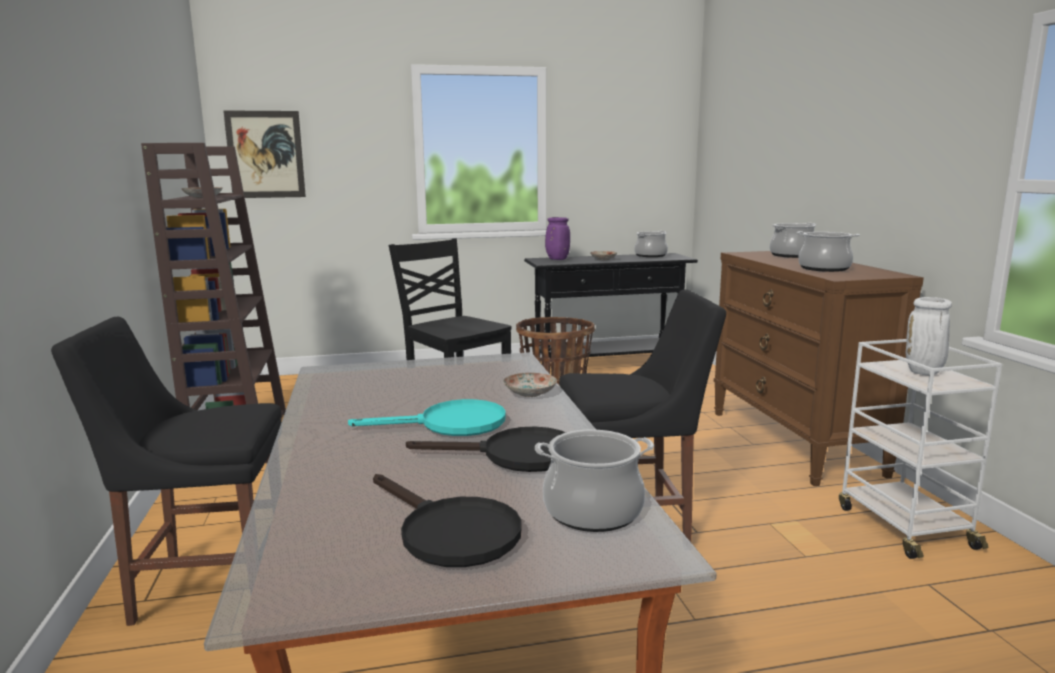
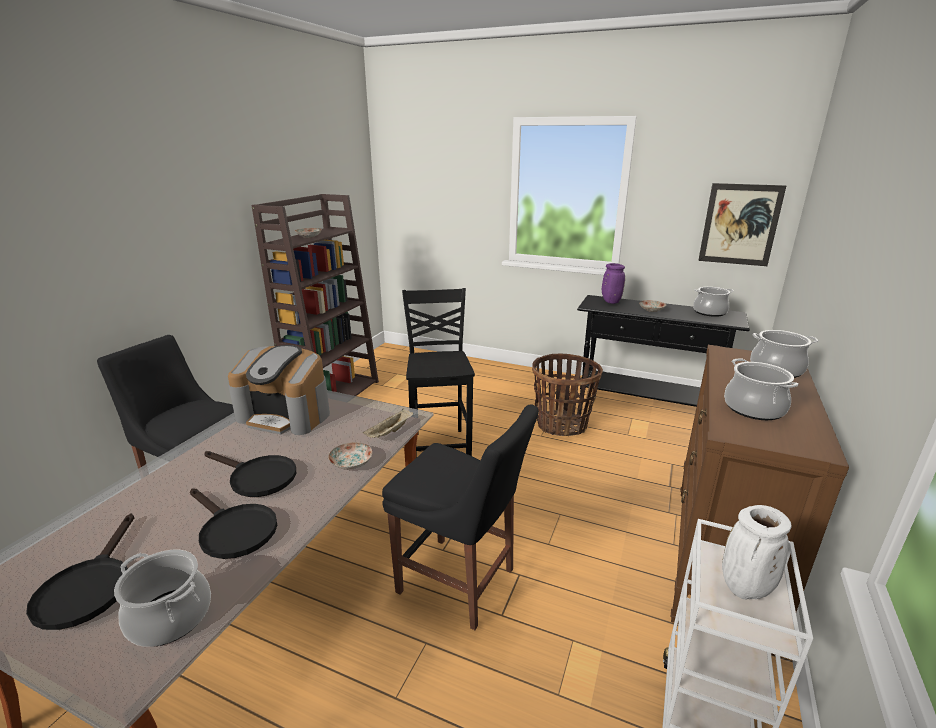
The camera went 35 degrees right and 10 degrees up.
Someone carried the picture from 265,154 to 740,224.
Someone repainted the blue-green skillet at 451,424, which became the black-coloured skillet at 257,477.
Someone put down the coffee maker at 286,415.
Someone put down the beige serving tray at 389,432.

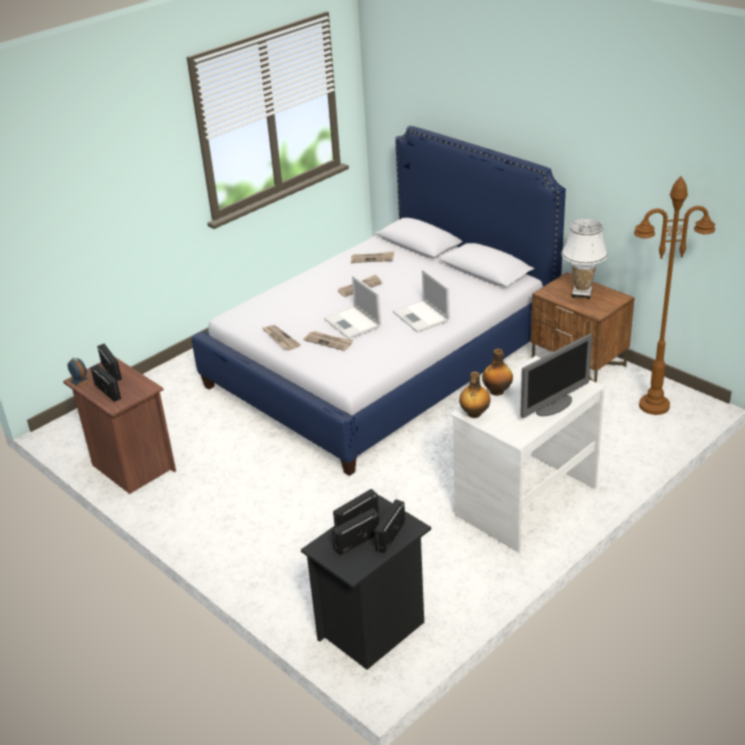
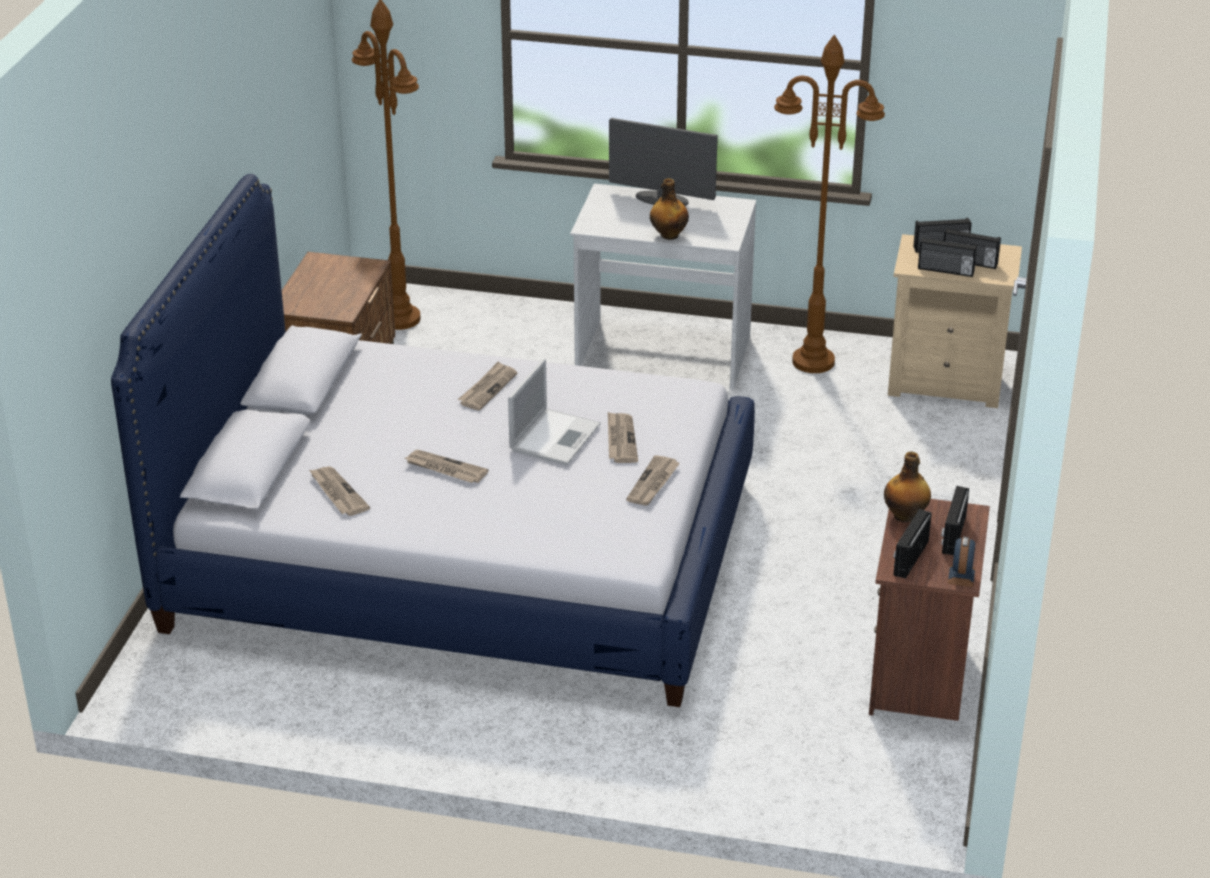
The camera went 125 degrees left and 0 degrees up.
Someone repainted the black-coloured nightstand at 373,630, which became the beige nightstand at 946,382.
Someone swapped the notebook computer at 422,317 for the daily paper at 487,388.
Someone carried the bottle from 474,414 to 905,516.
Someone took away the white-coloured lamp for a table at 582,293.
Someone put down the brown-coloured standard lamp at 812,362.

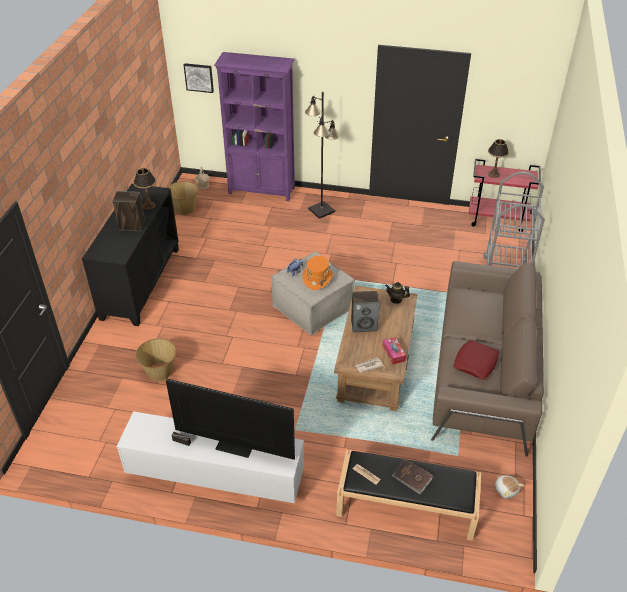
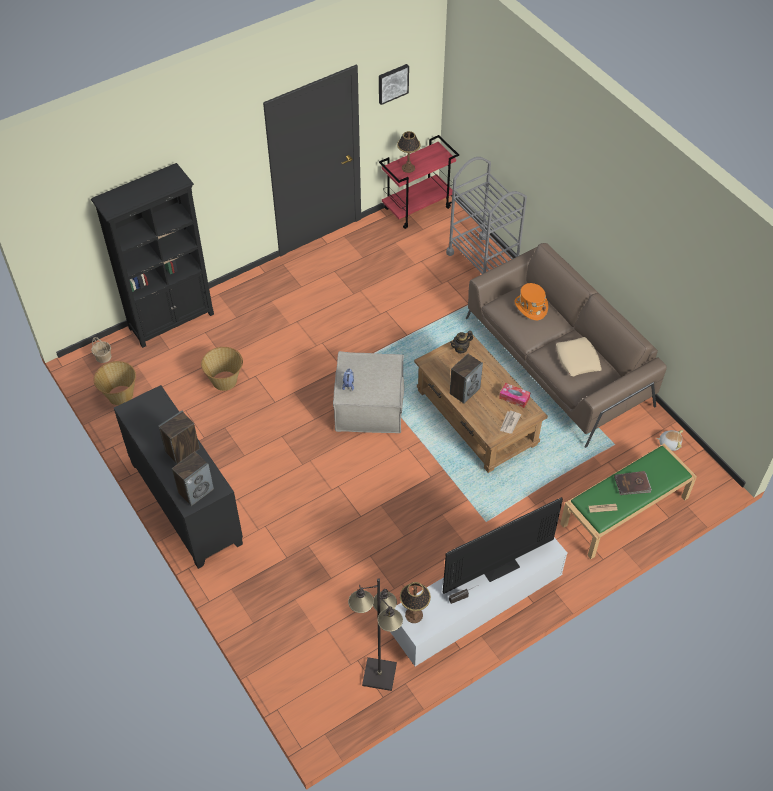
The camera went 45 degrees left and 10 degrees up.
Someone carried the lamp for a table from 149,205 to 414,615.
Someone carried the storage basket from 160,372 to 225,380.
Someone carried the picture from 199,77 to 392,83.
Someone repainted the purplish bookcase at 262,190, which became the black-coloured bookcase at 172,320.
Someone carried the orange-coloured hat from 317,279 to 530,307.
Someone carried the black-coloured standard lamp from 321,210 to 379,674.
Someone repainted the black-coloured bench at 405,506, which became the greenish bench at 624,511.
Someone repainted the red throw pillow at 475,363, which became the beige throw pillow at 577,360.
Someone put down the speaker at 196,491.

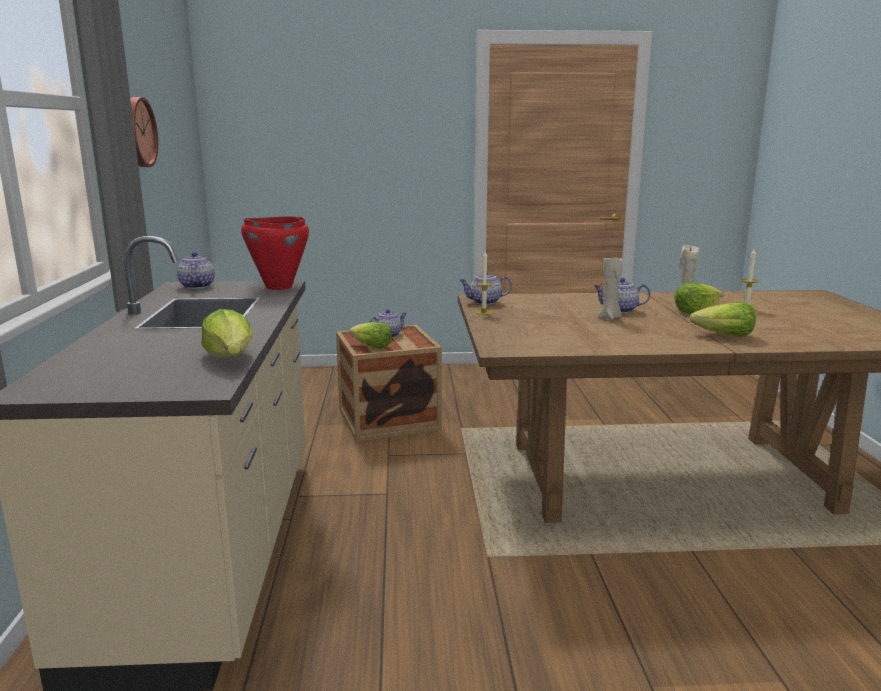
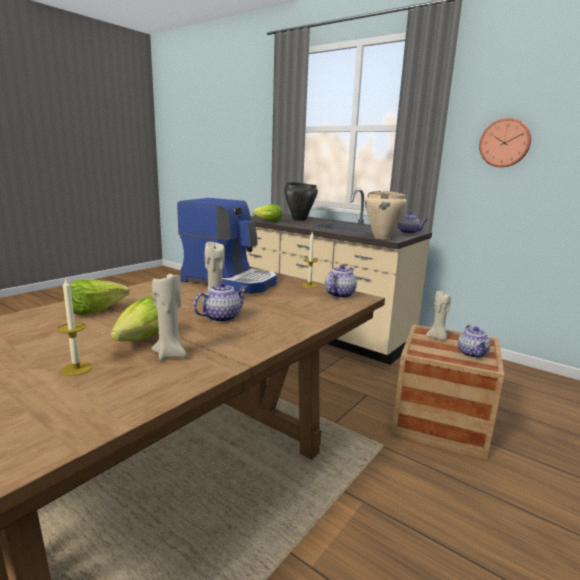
The camera went 130 degrees right and 0 degrees up.
Someone repainted the red cooking pot at 278,287, which became the beige cooking pot at 382,237.
Someone swapped the lettuce head at 371,346 for the beige wax candle at 437,338.
Someone put down the coffee maker at 230,281.
Someone put down the black-coloured cooking pot at 299,219.

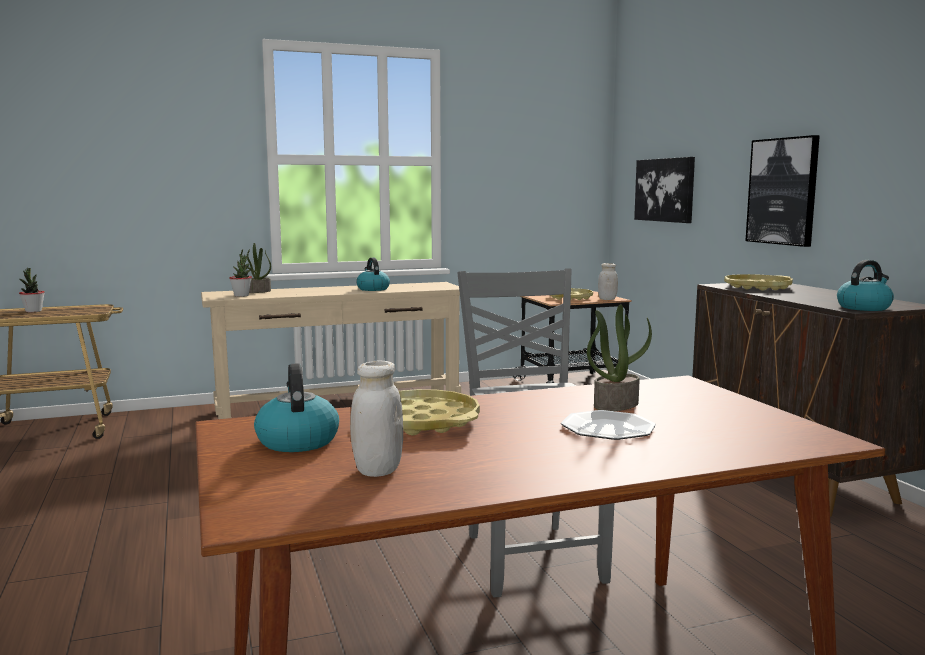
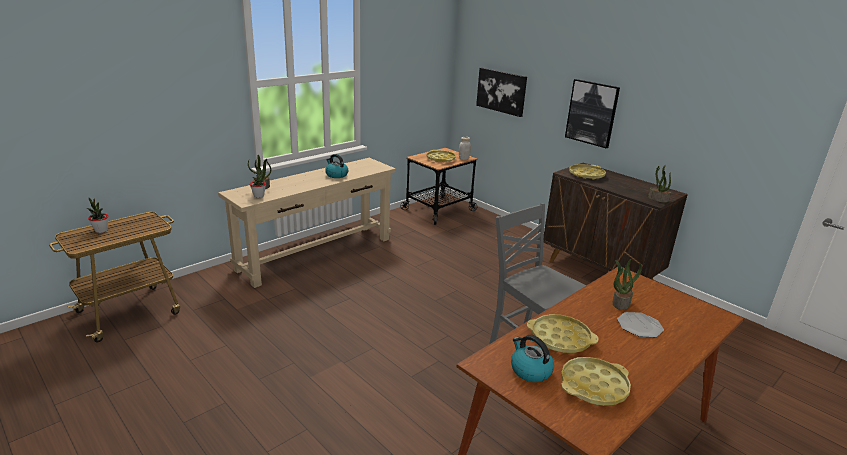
The camera went 25 degrees left and 15 degrees up.
Someone swapped the white-coloured storage jar at 377,470 for the yellowish serving tray at 594,386.
Someone swapped the water kettle at 864,307 for the houseplant at 657,199.

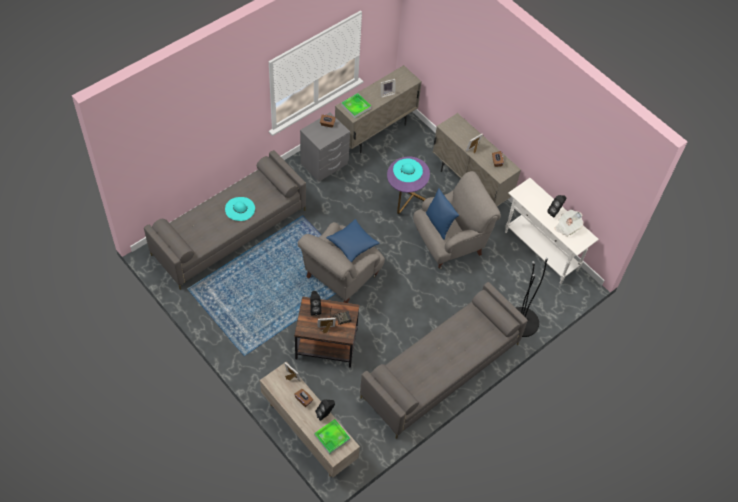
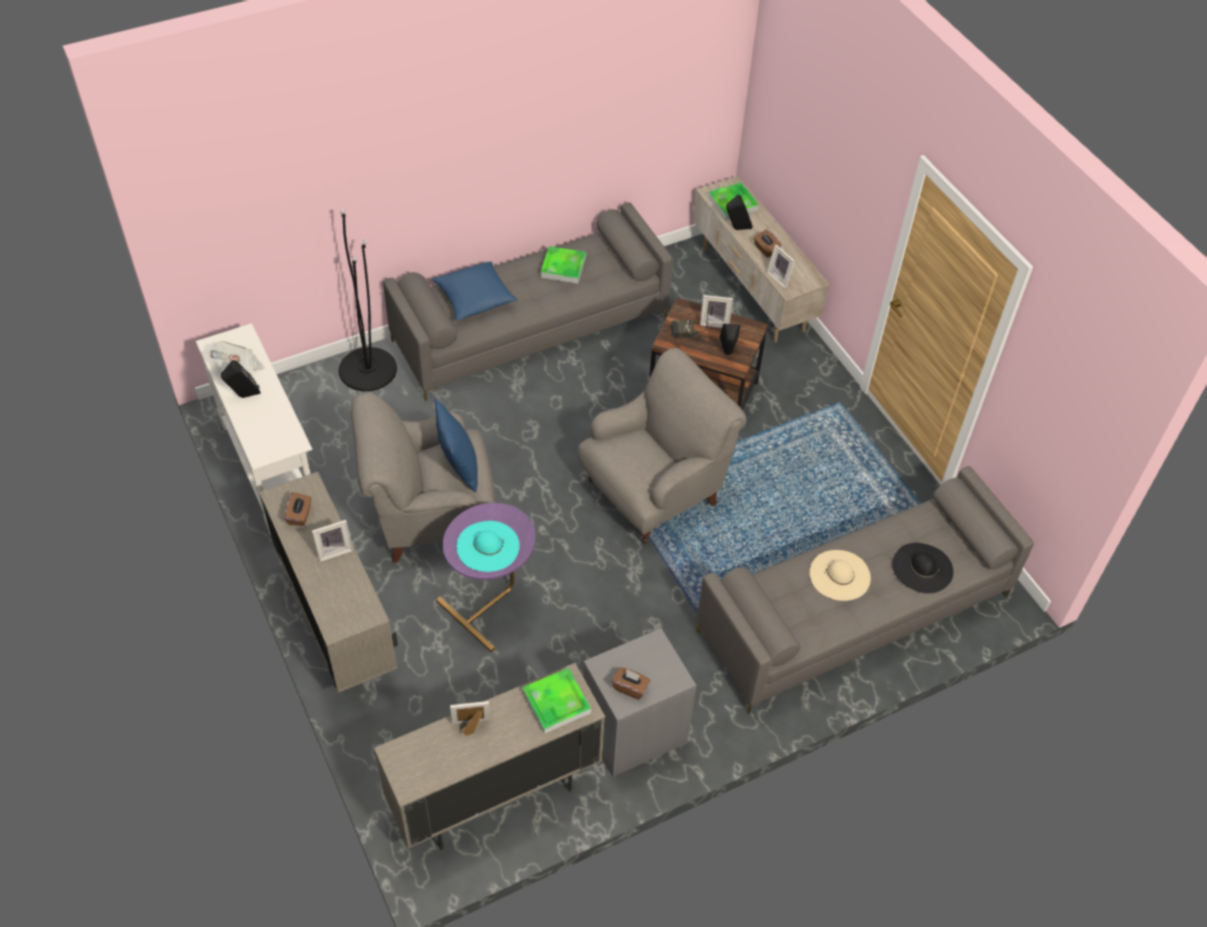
The camera went 165 degrees left and 5 degrees down.
Someone repainted the blue-green hat at 240,209, which became the beige hat at 840,575.
Someone carried the bluish throw pillow from 352,244 to 474,299.
Someone put down the serving tray at 563,267.
Someone put down the black-coloured hat at 922,568.

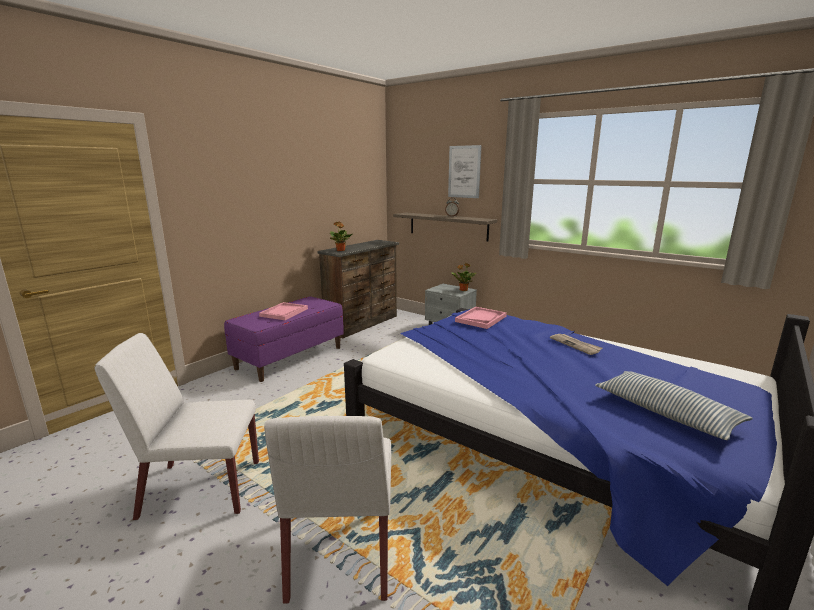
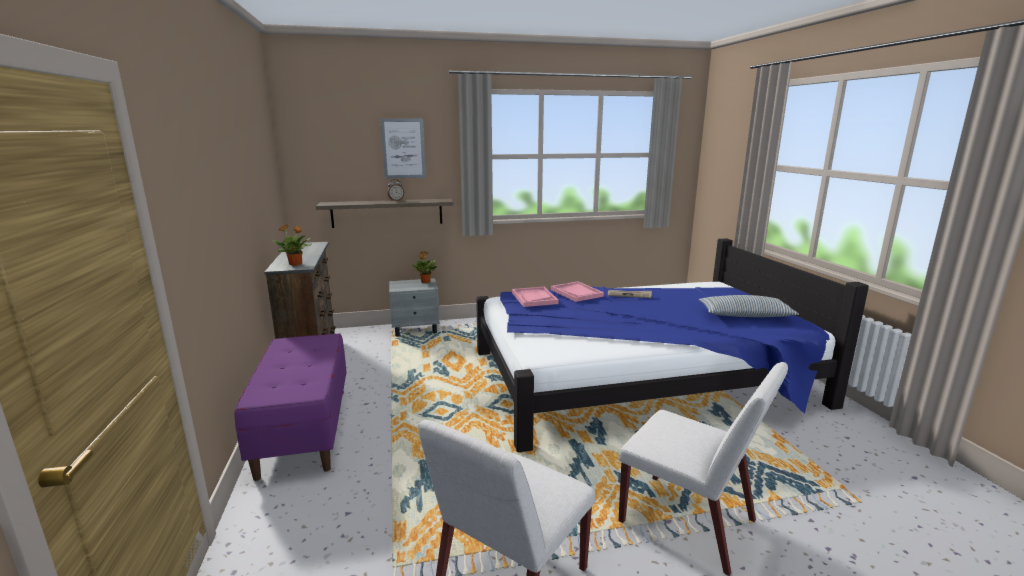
The camera went 50 degrees left and 0 degrees up.
Someone carried the pinkish serving tray from 284,312 to 576,293.

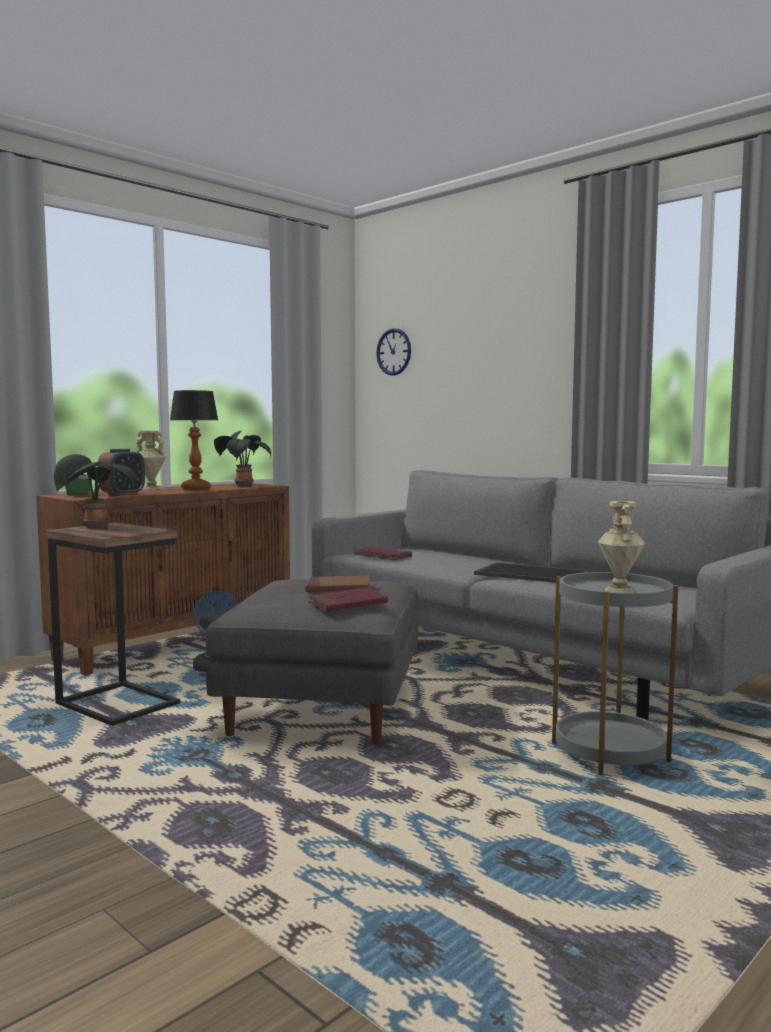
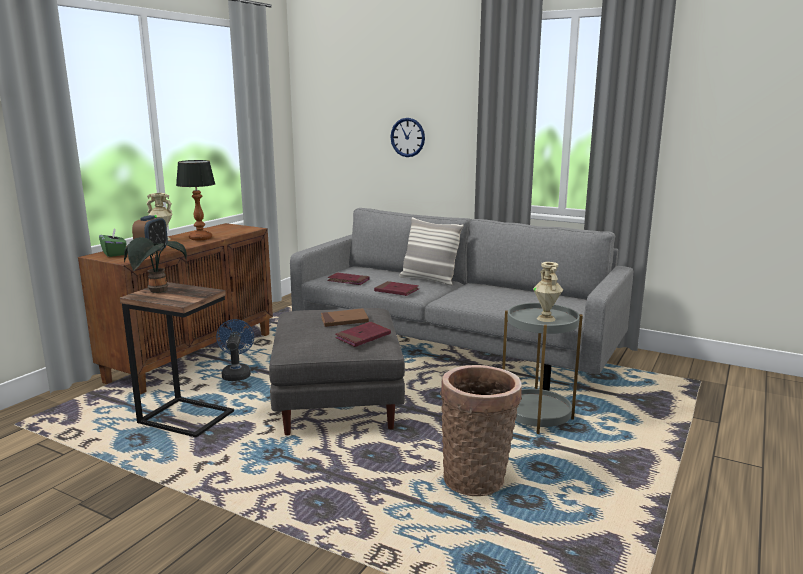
The camera went 15 degrees left and 10 degrees up.
Someone took away the houseplant at 242,486.
Someone carried the wall clock from 394,352 to 407,137.
Someone took away the serving tray at 533,574.
Someone put down the red book at 396,291.
Someone put down the throw pillow at 429,280.
Someone put down the storage basket at 477,478.

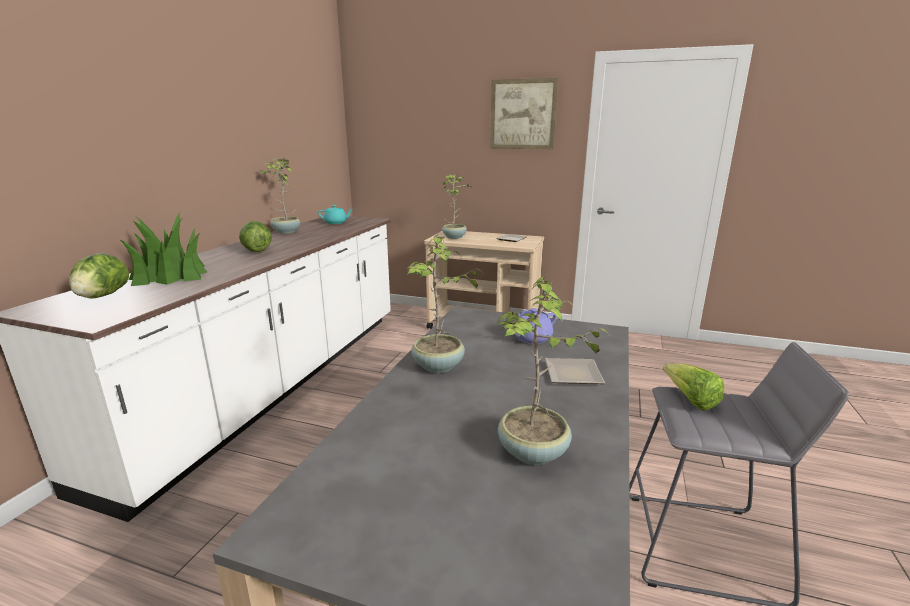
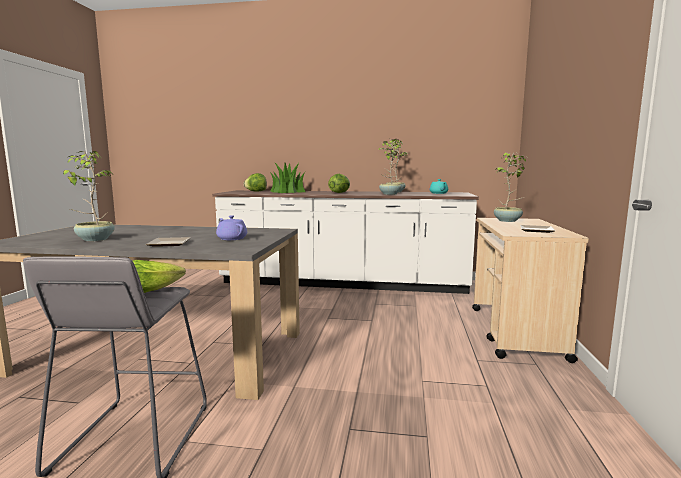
The camera went 80 degrees right and 10 degrees down.
Someone carried the houseplant from 438,366 to 389,194.
Someone took away the picture at 523,114.

